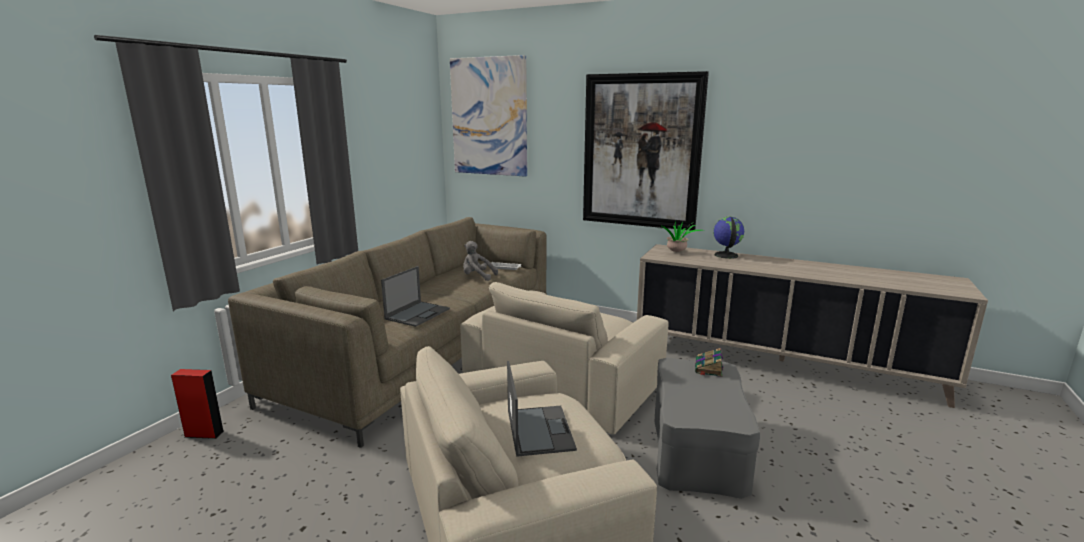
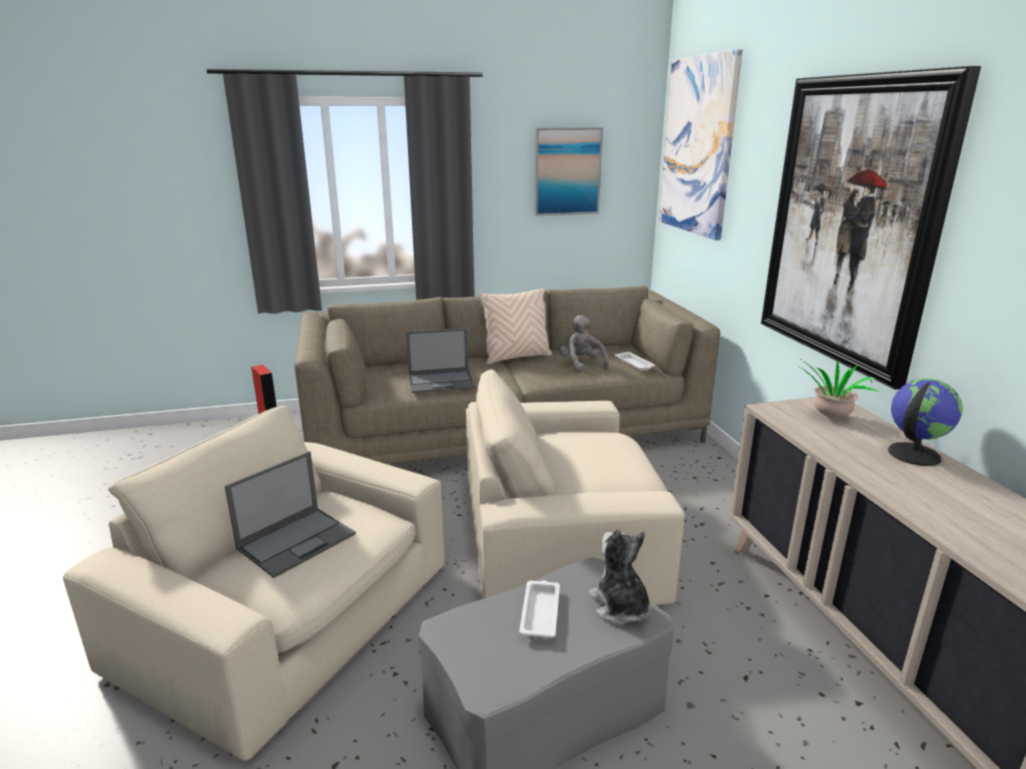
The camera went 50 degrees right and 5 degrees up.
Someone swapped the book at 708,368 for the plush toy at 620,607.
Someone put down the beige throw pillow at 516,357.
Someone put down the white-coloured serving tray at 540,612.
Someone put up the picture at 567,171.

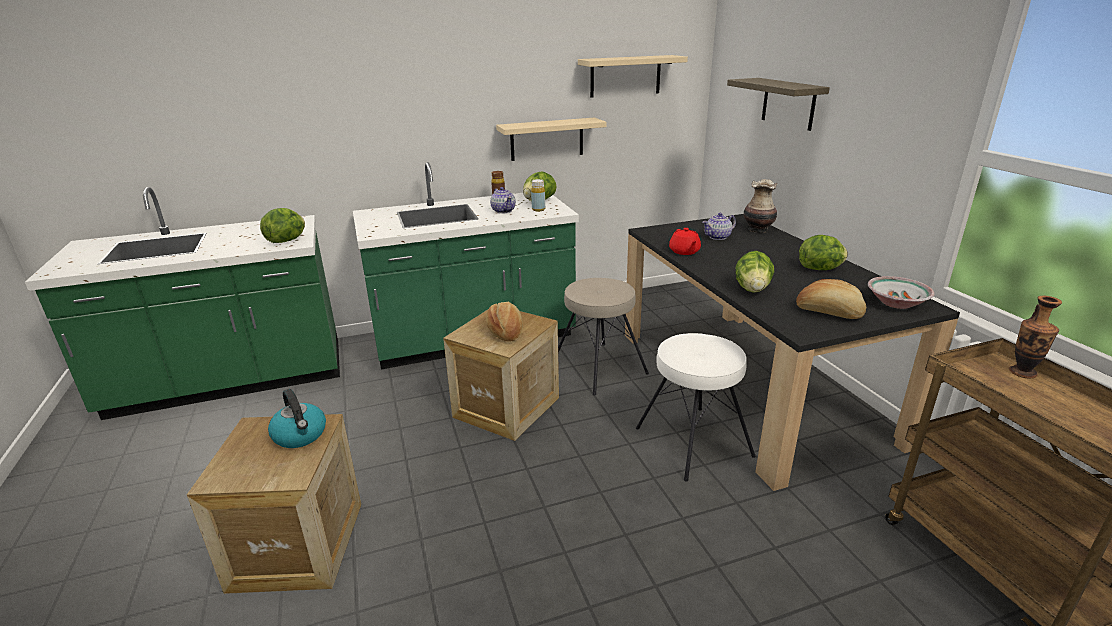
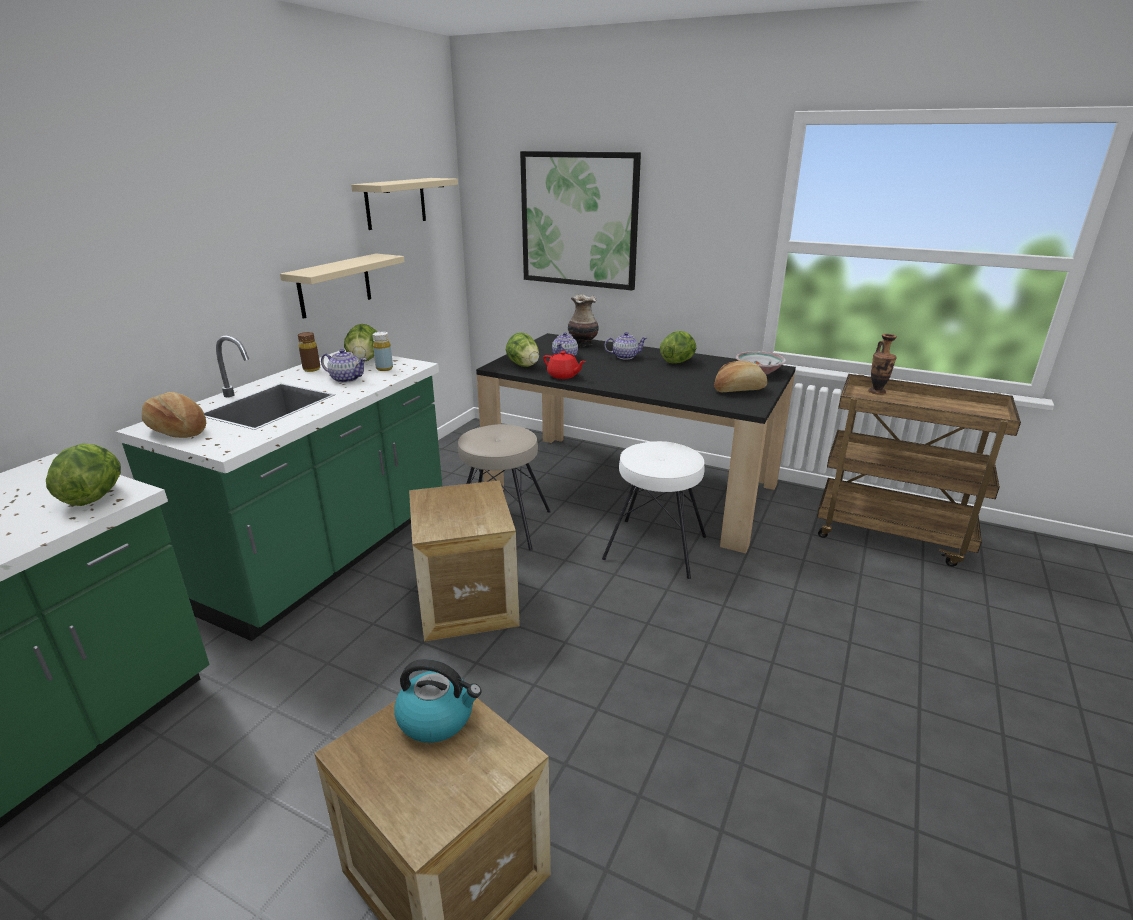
The camera went 45 degrees left and 0 degrees up.
Someone carried the bread from 505,331 to 178,430.
Someone swapped the bracket shelf at 788,103 for the picture at 579,220.
Someone carried the lettuce head from 752,289 to 523,365.
Someone put down the pot for tea at 624,356.

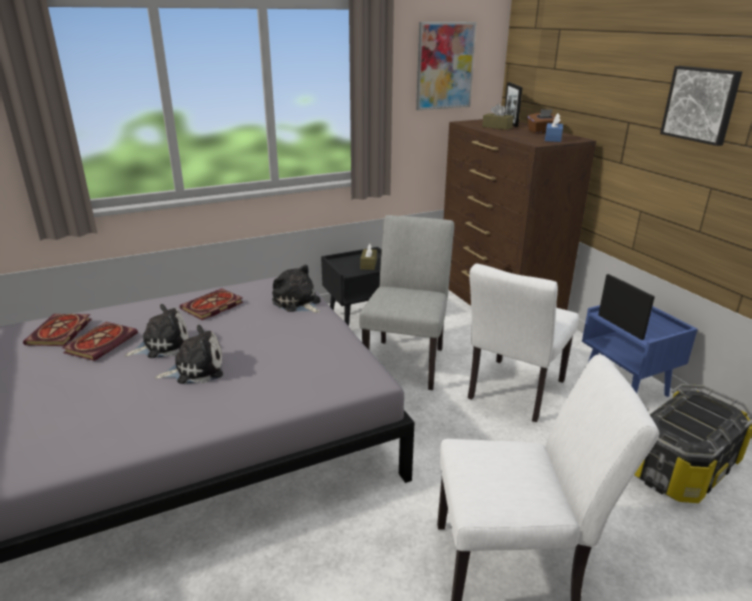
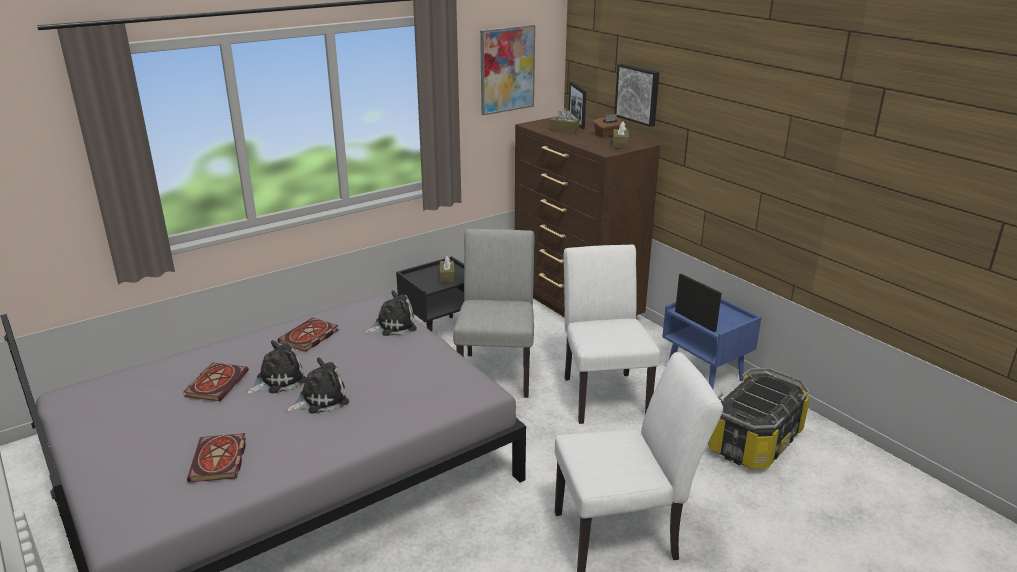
The camera went 10 degrees left and 0 degrees up.
Someone carried the book from 60,333 to 219,461.
Someone rotated the plush toy at 297,303 by 120 degrees clockwise.
Someone rotated the white-coloured upright chair at 512,393 by 150 degrees clockwise.
Someone repainted the bluish tissue box at 553,138, which became the brown-coloured tissue box at 620,145.
Someone carried the picture from 701,104 to 638,94.

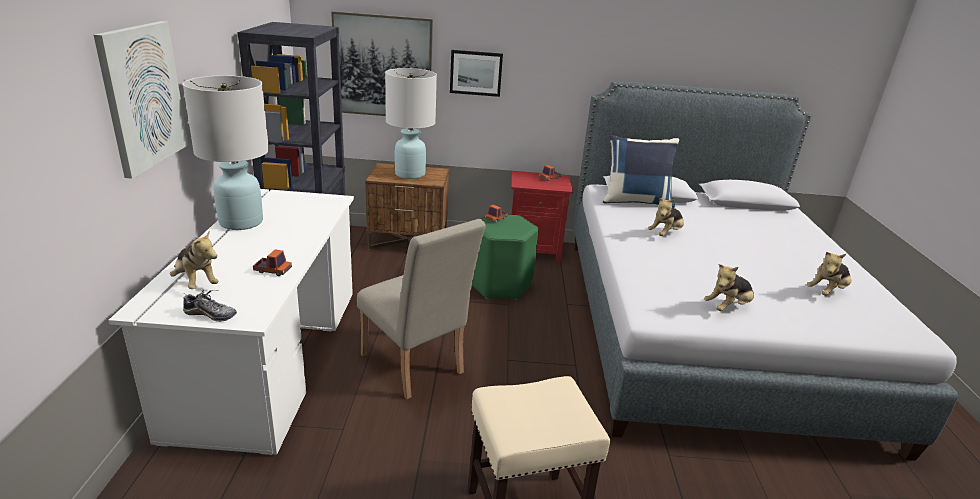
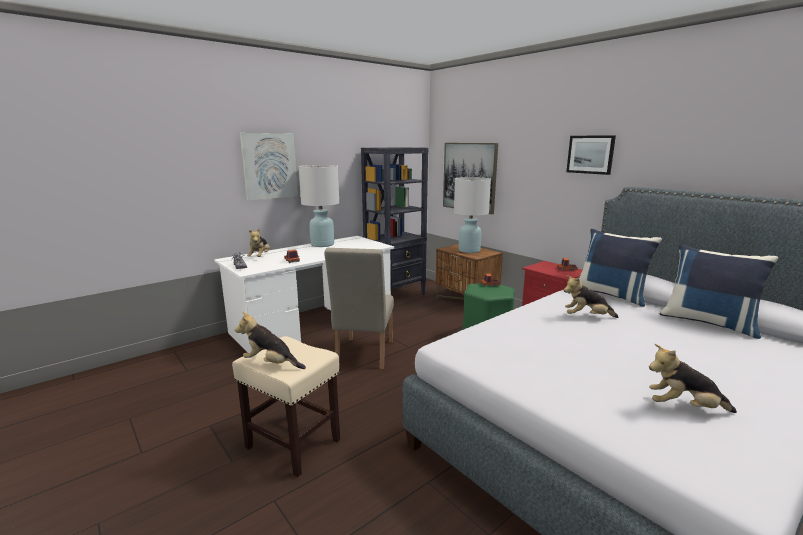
The camera went 50 degrees right and 10 degrees down.
Someone carried the picture from 476,73 to 590,154.
Someone carried the plush toy from 728,307 to 271,364.
Someone put down the bluish throw pillow at 708,322.

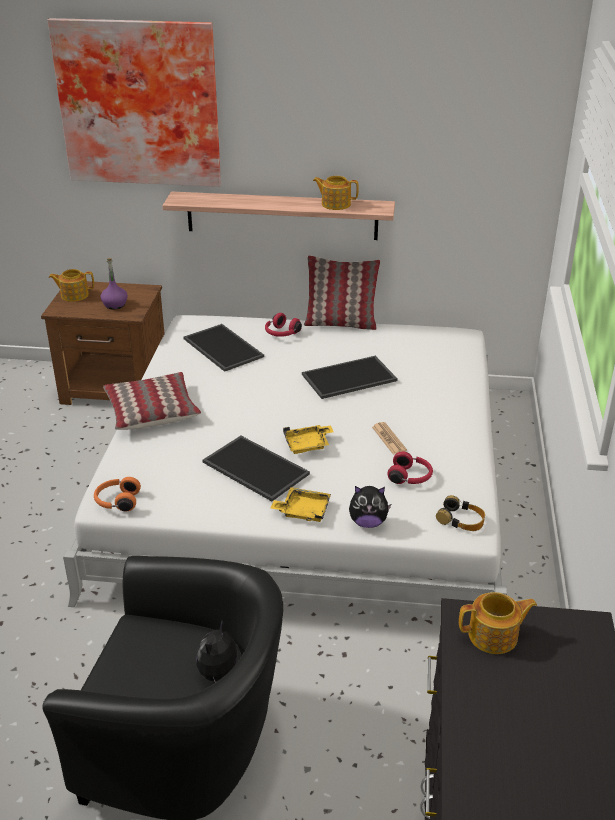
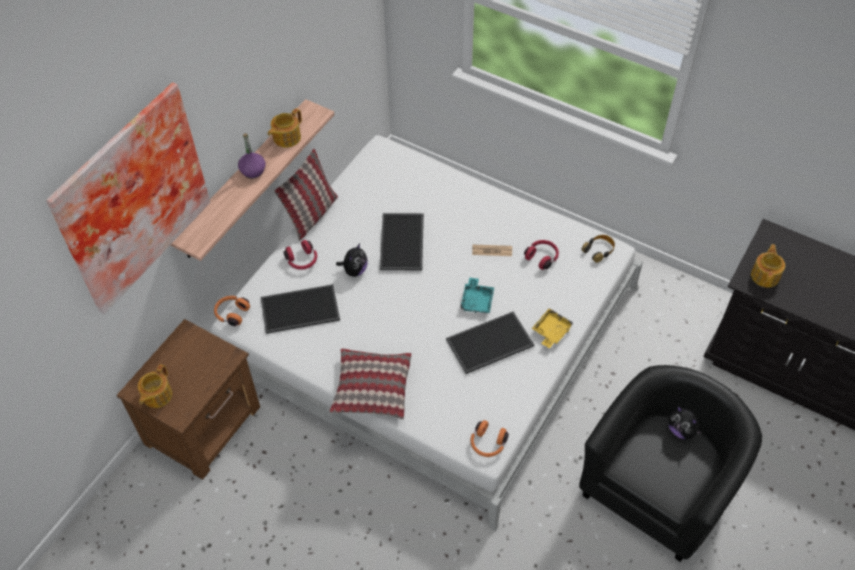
The camera went 65 degrees left and 20 degrees up.
Someone carried the purplish bottle from 115,305 to 253,171.
Someone repainted the yellowish serving tray at 308,445, which became the blue-green serving tray at 477,301.
Someone carried the plush toy from 368,522 to 354,270.
Someone put down the orange-coloured headset at 231,313.

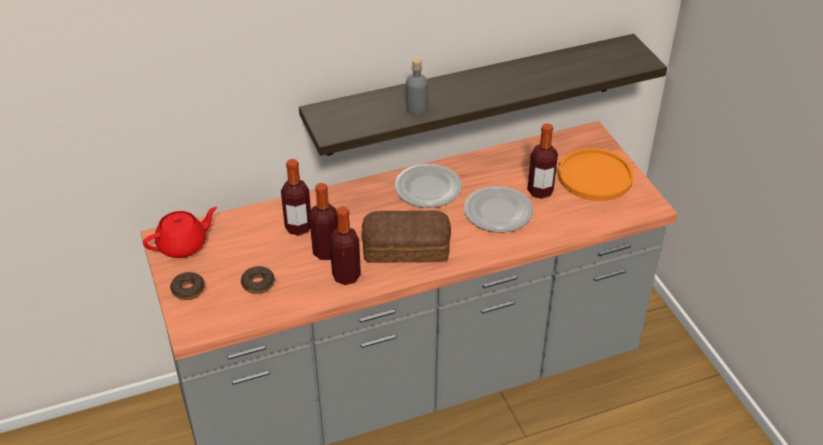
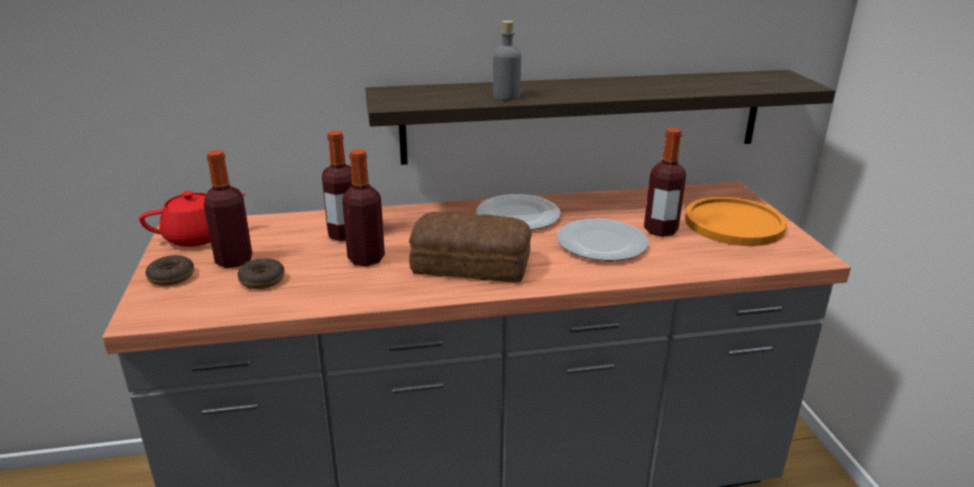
The camera went 10 degrees right and 15 degrees down.
Someone carried the bottle from 346,276 to 234,260.

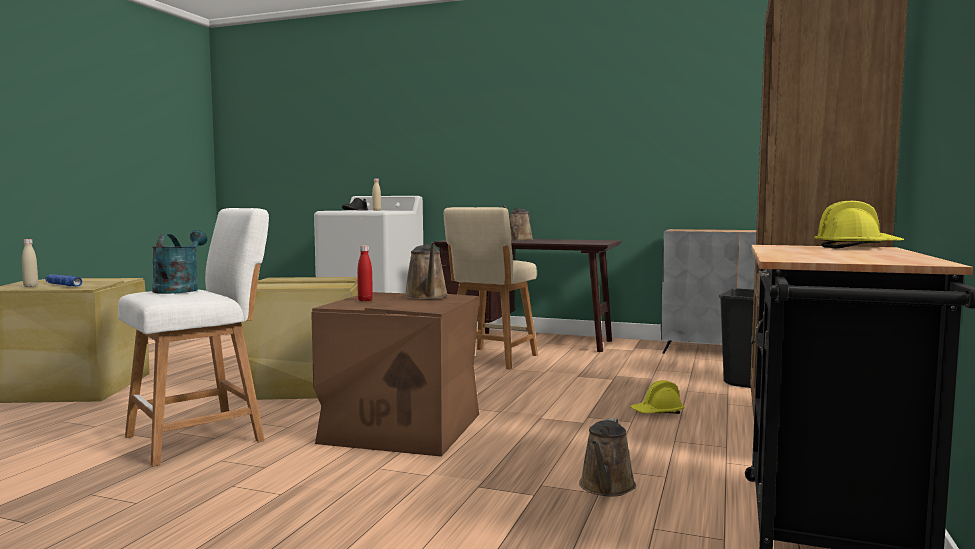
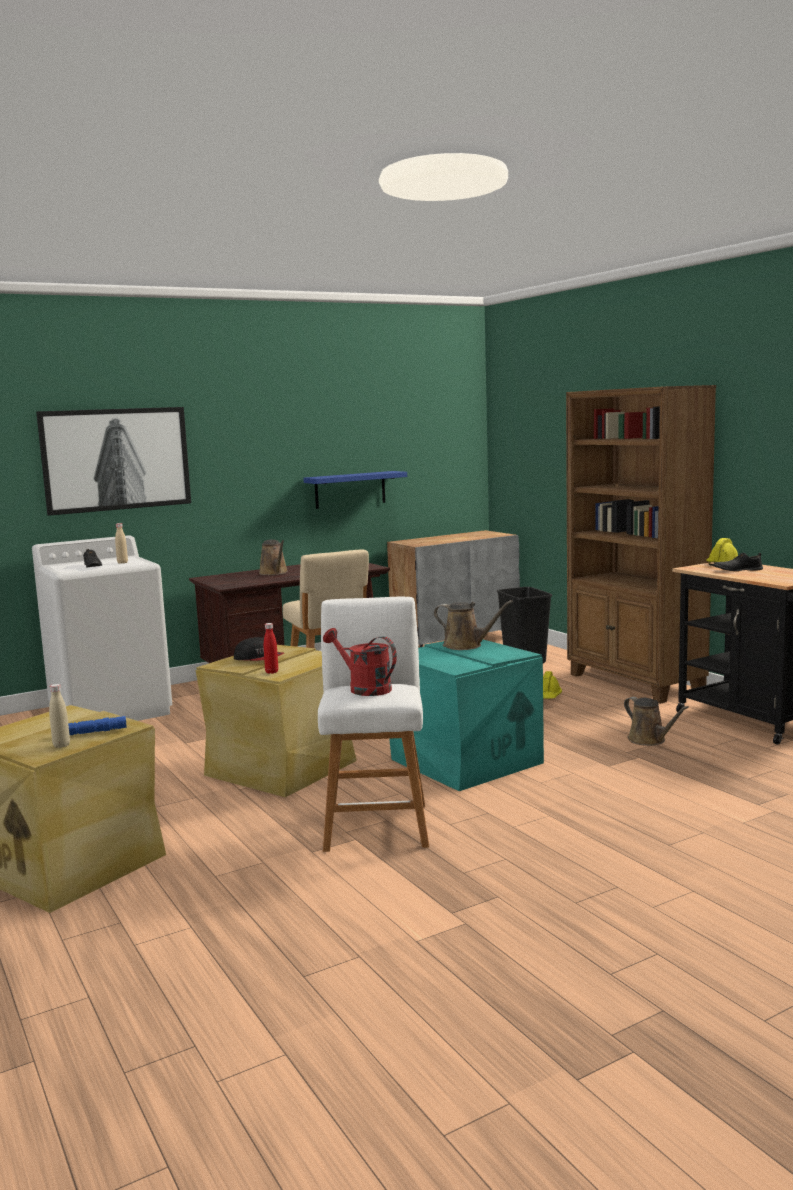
The camera went 50 degrees left and 5 degrees up.
Someone repainted the blue-green sprinkling can at 179,289, which became the red sprinkling can at 364,688.
Someone repainted the brown-coloured storage box at 399,428, which became the blue-green storage box at 466,762.
Someone carried the red bottle from 365,300 to 271,672.
Someone put up the picture at 116,459.
Someone put down the baseball cap at 259,658.
Someone put up the bluish bracket shelf at 350,489.
Someone put down the black-coloured shoe at 737,570.

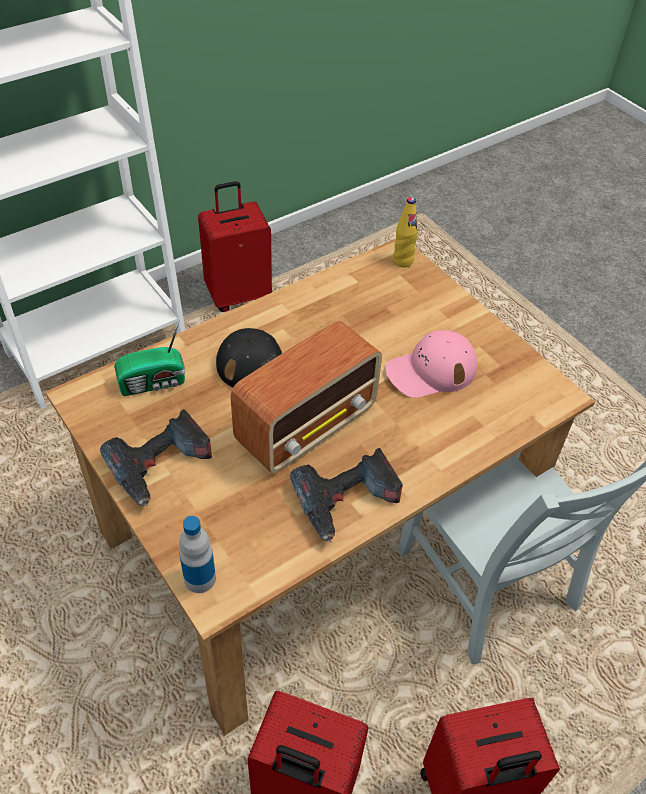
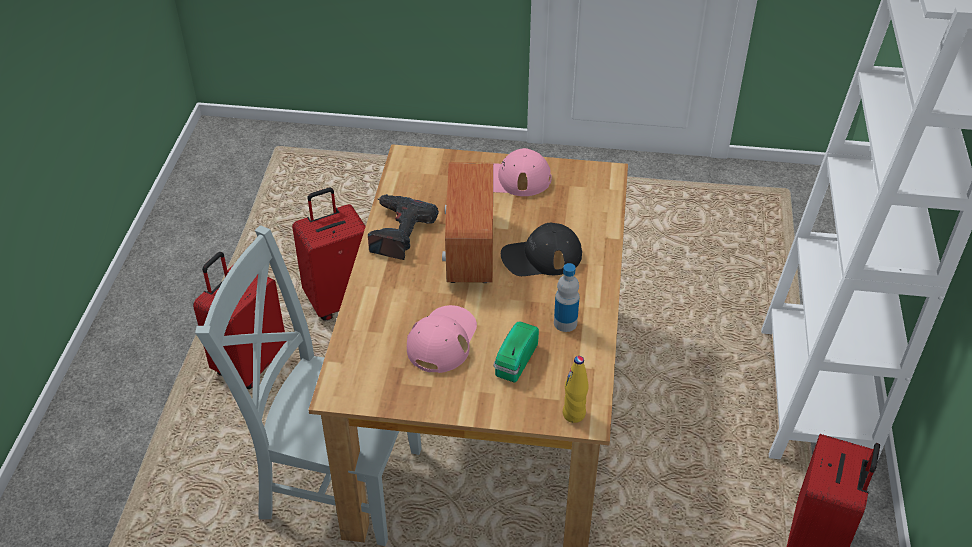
The camera went 135 degrees right and 5 degrees down.
Someone swapped the drill at 160,466 for the pinkish baseball cap at 513,179.
Someone carried the radio receiver from 154,383 to 514,361.
Someone carried the bottle from 200,578 to 565,323.

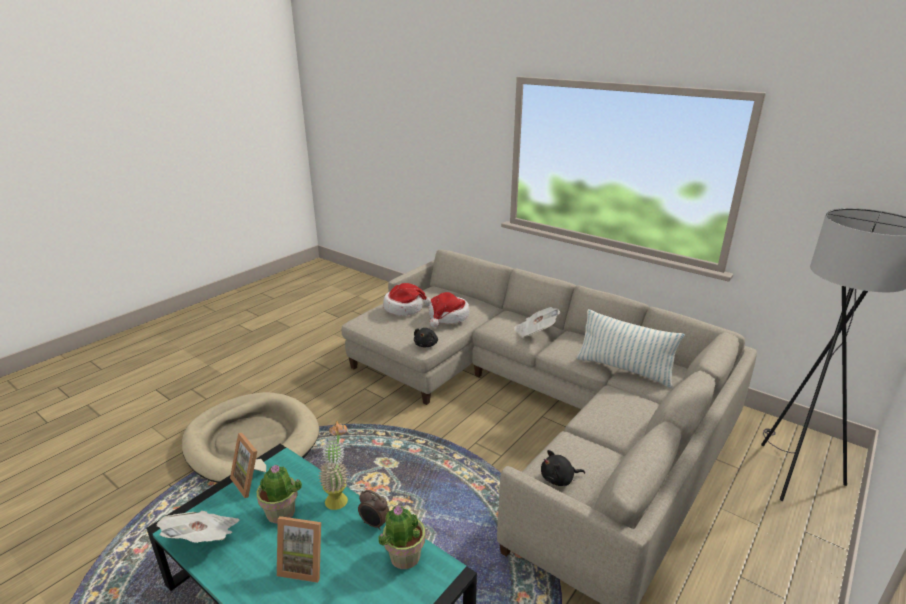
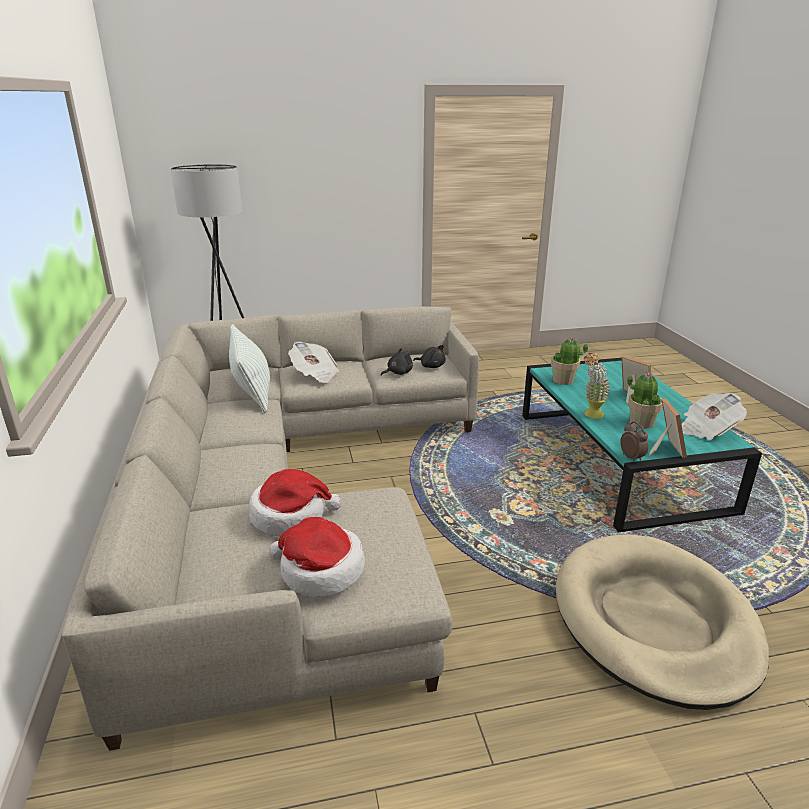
The camera went 140 degrees left and 0 degrees up.
Someone carried the alarm clock from 374,524 to 632,457.
Someone carried the black-coloured plush toy from 426,344 to 398,373.
Someone carried the daily paper from 535,332 to 315,374.

